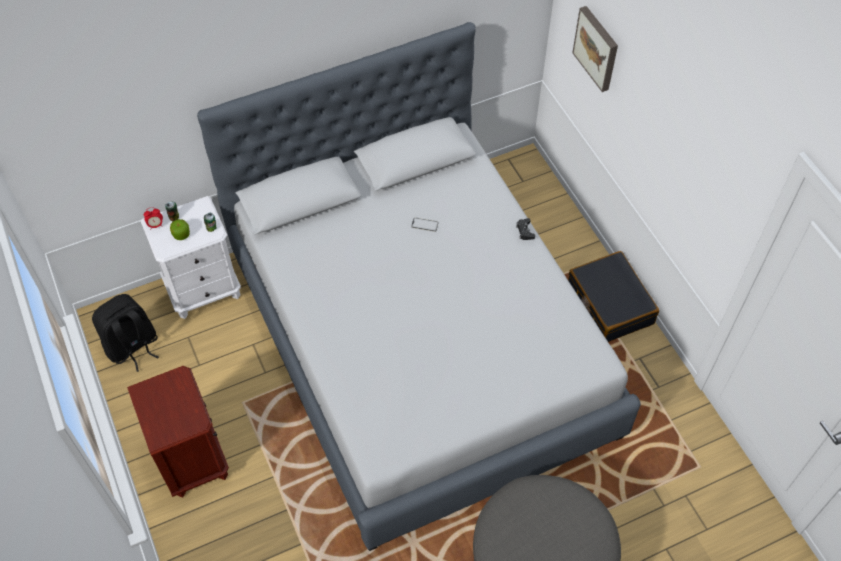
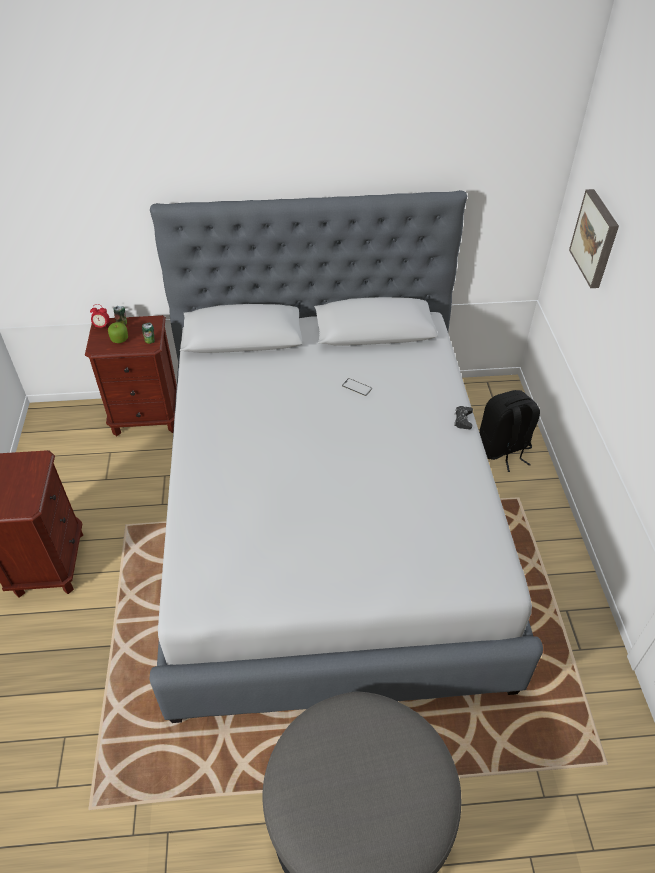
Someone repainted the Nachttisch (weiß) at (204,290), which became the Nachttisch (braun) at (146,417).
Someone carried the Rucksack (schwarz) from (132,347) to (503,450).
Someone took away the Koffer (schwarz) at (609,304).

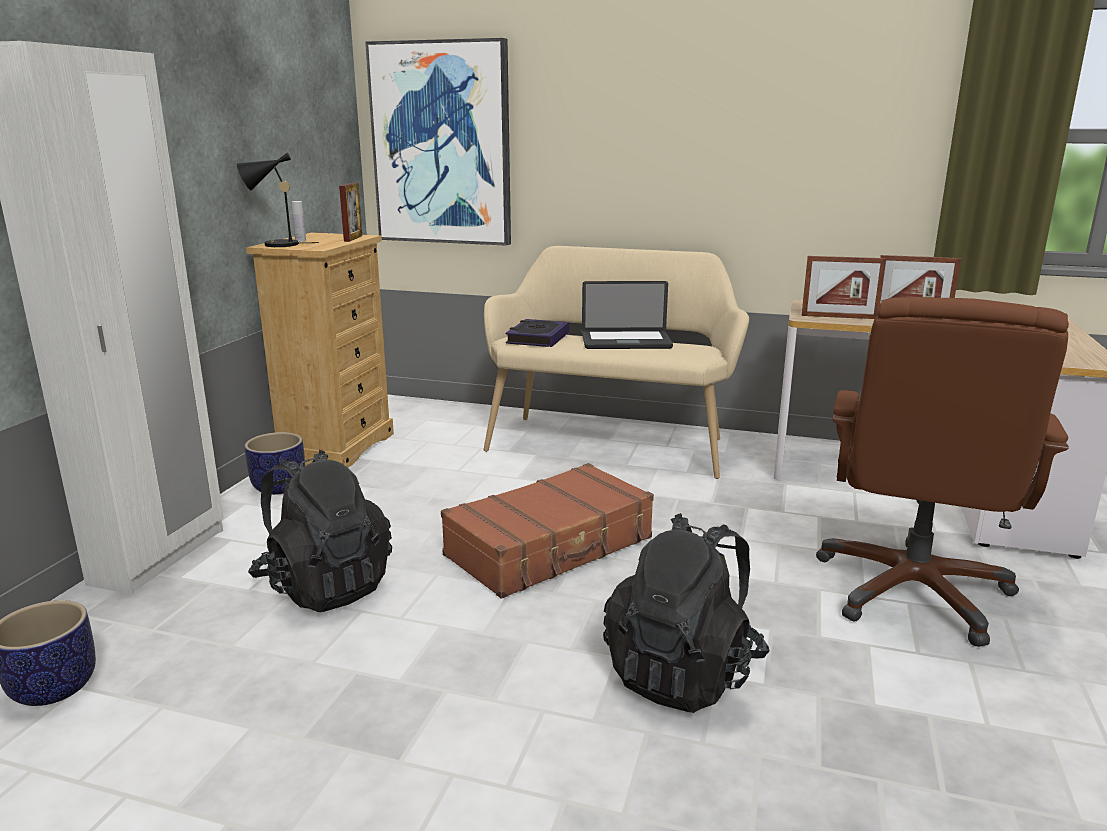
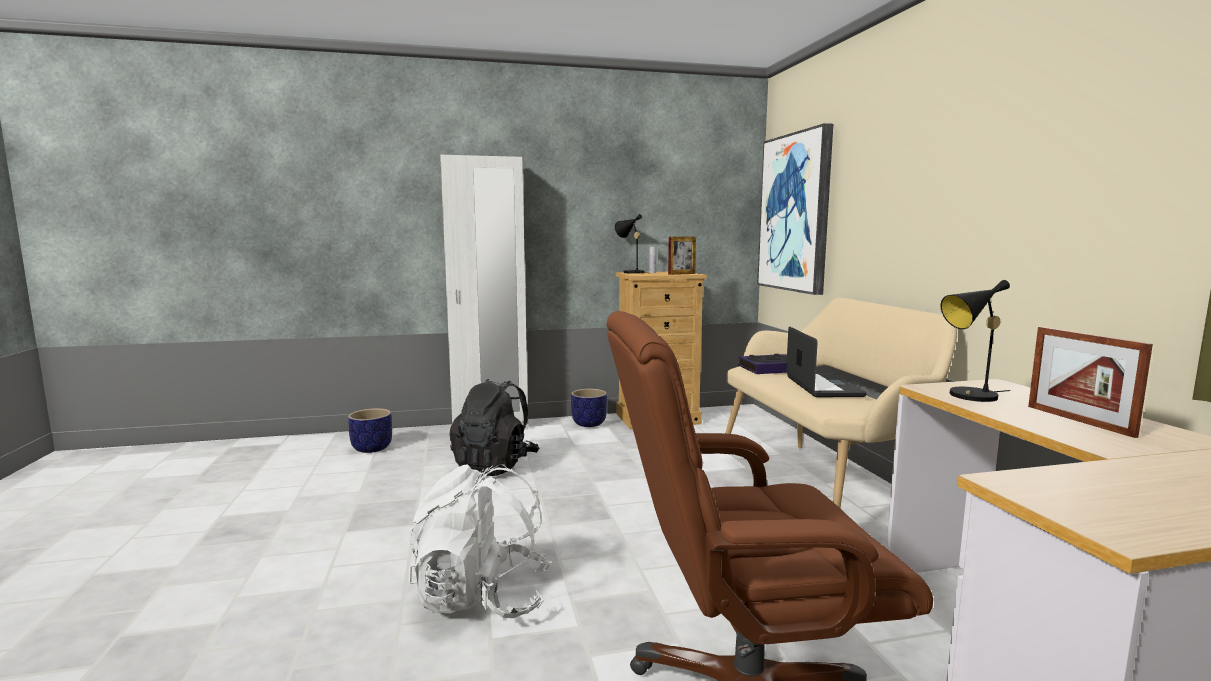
Someone repainted the Rucksack (schwarz) at (683,673), which became the Rucksack (weiß) at (482,598).
Someone rotated the Laptop at (626,342) by 150 degrees counterclockwise.
Someone swapped the Bilderrahmen at (839,317) for the Tischlampe (schwarz) at (969,397).
Someone took away the Koffer (braun) at (551,547).

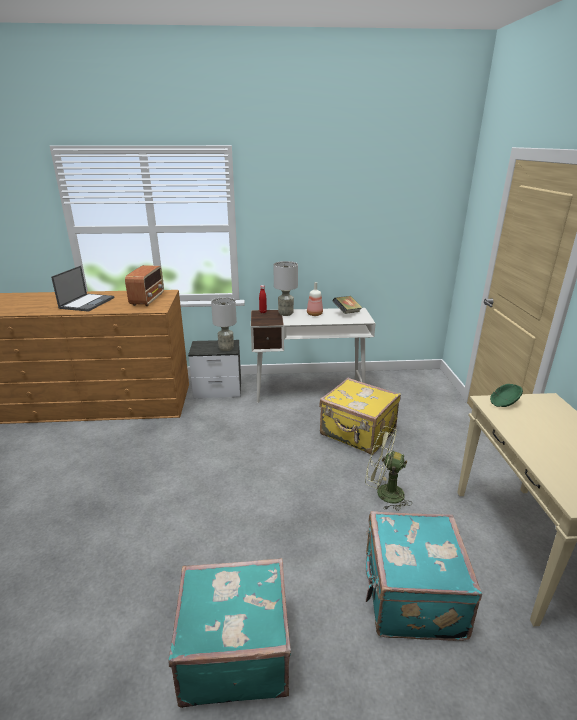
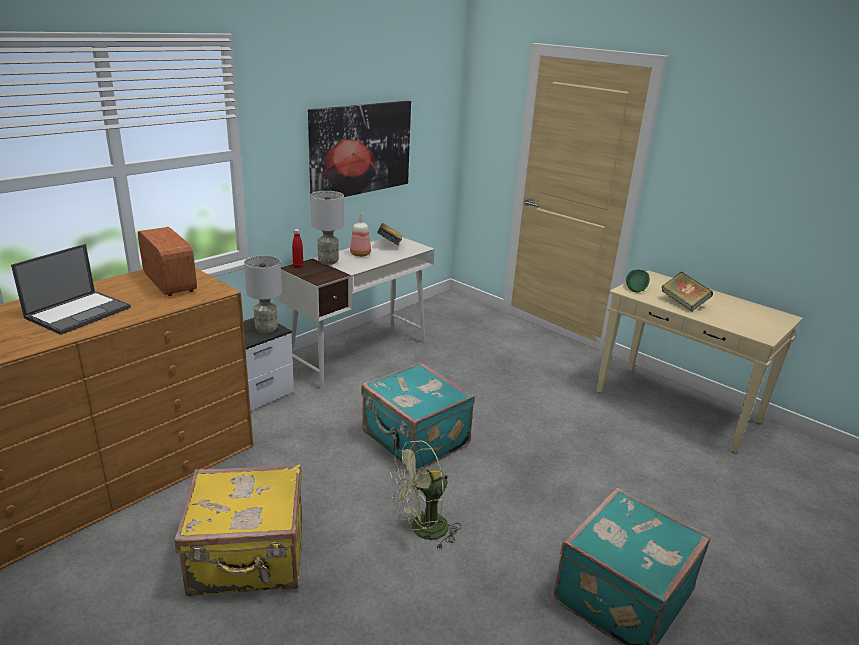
Someone rotated the Laptop at (87,302) by 60 degrees clockwise.
Someone carried the Koffer (gelb) from (357,433) to (249,559).
Someone put up the Bild at (360,149).
Someone carried the Koffer (türkis) from (410,596) to (414,440).
Someone carried the Ventilator (grün) from (383,493) to (422,530).
Someone put down the Buch at (683,303).

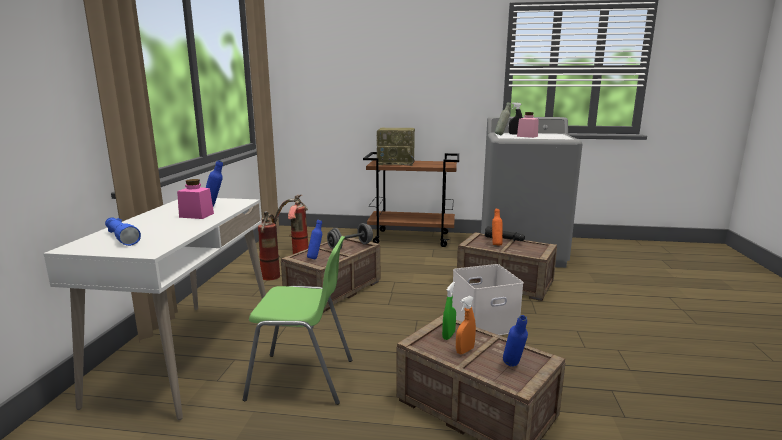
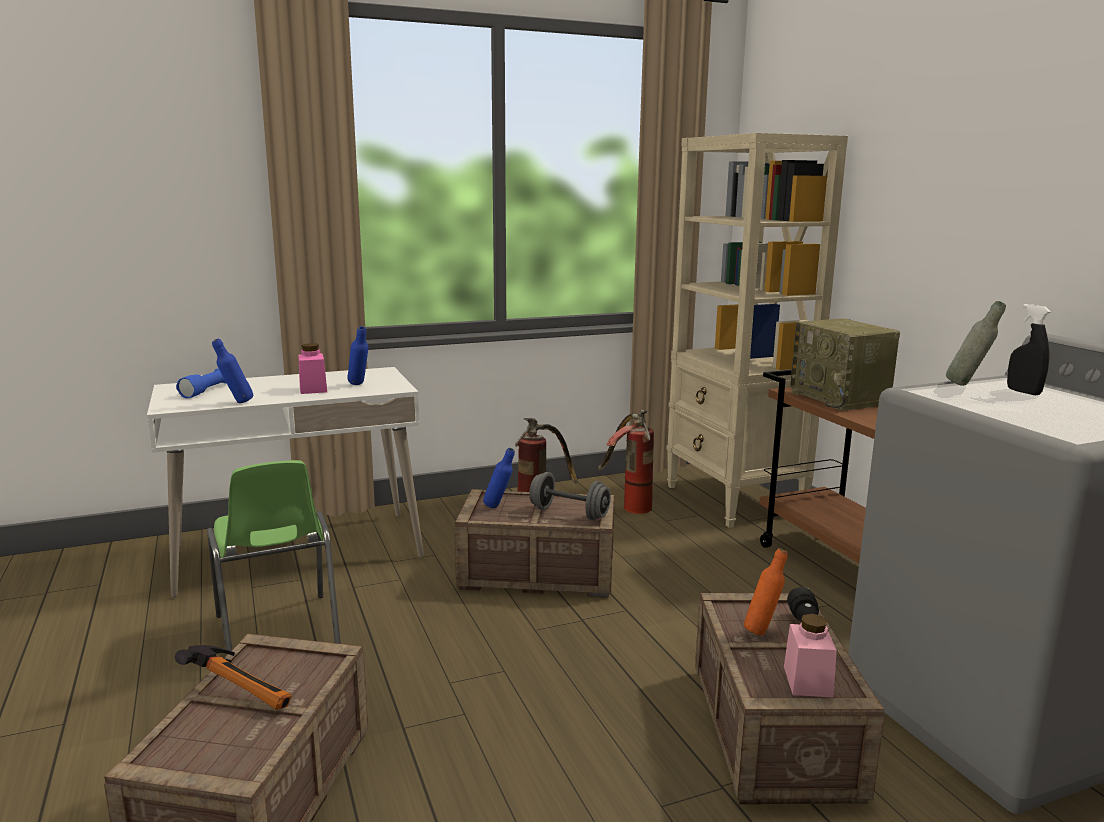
Someone swapped the Sprühflasche (orange) at (465,350) for the Hammer at (244,691).
Someone carried the Flasche (blau) from (513,368) to (236,403).
Someone put down the Bücherregal (beige) at (734,500).
Someone carried the Vorratsglas (rosa) from (527,136) to (807,681).
Someone took away the Sprühflasche (grün) at (448,335).
Someone took away the Aufbewahrungsbox (weiß) at (484,322).

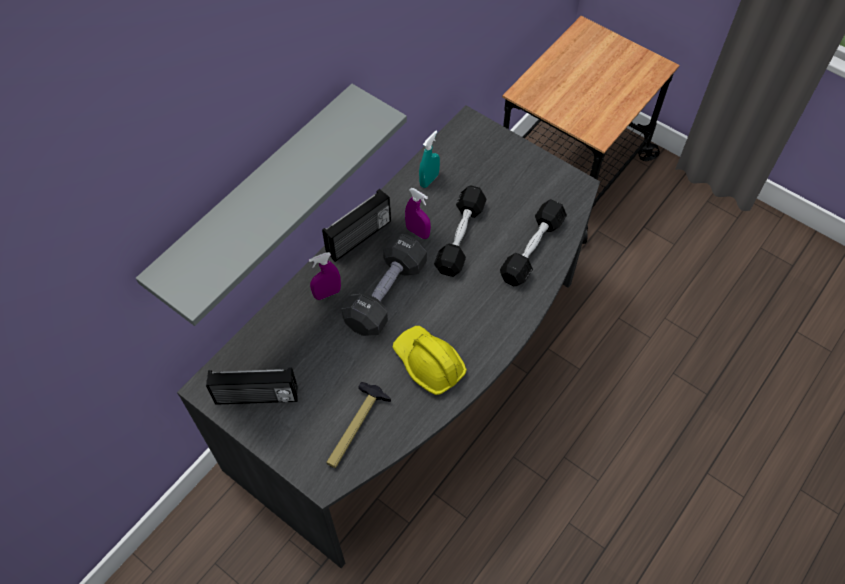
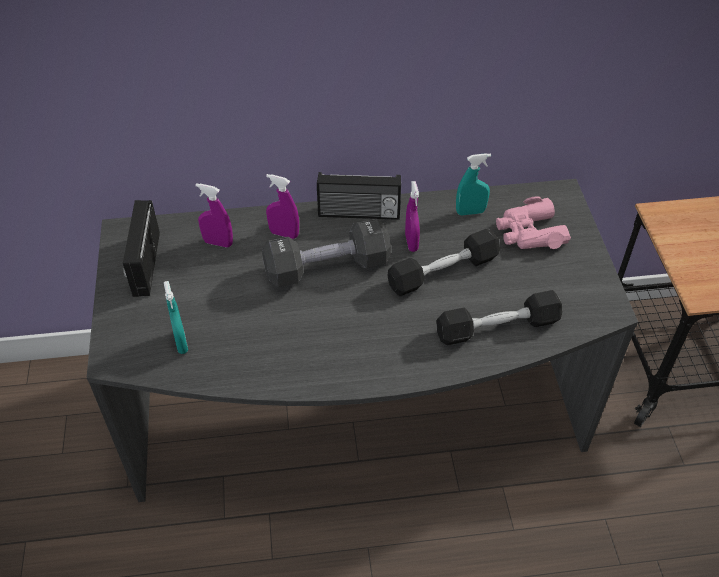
Someone rotated the Radio at (256,397) by 45 degrees clockwise.
Someone swapped the Hammer at (355,428) for the Sprühflasche (türkis) at (181,342).
Someone put down the Sprühflasche (lila) at (218,243).
Someone put down the Fernglas (rosa) at (529,233).
Someone took away the Wandregal (grau) at (257,197).
Someone took away the Schutzhelm (gelb) at (428,363).

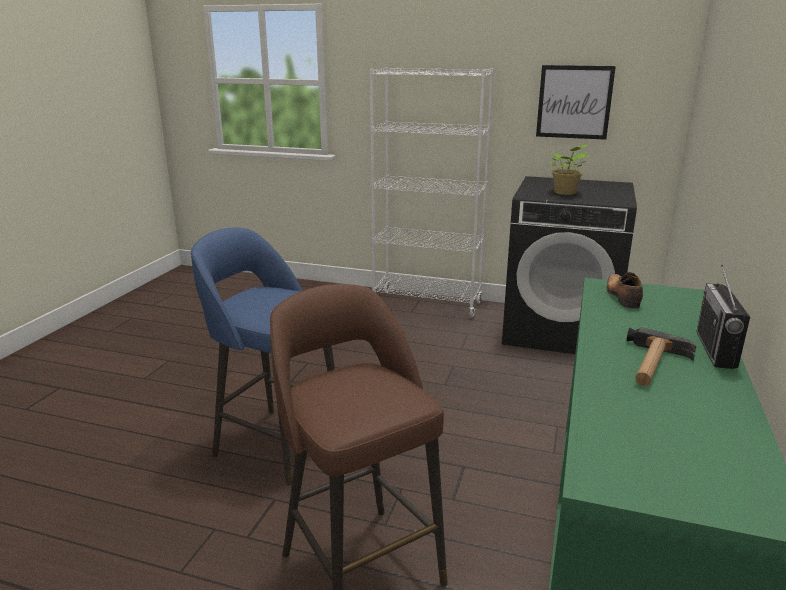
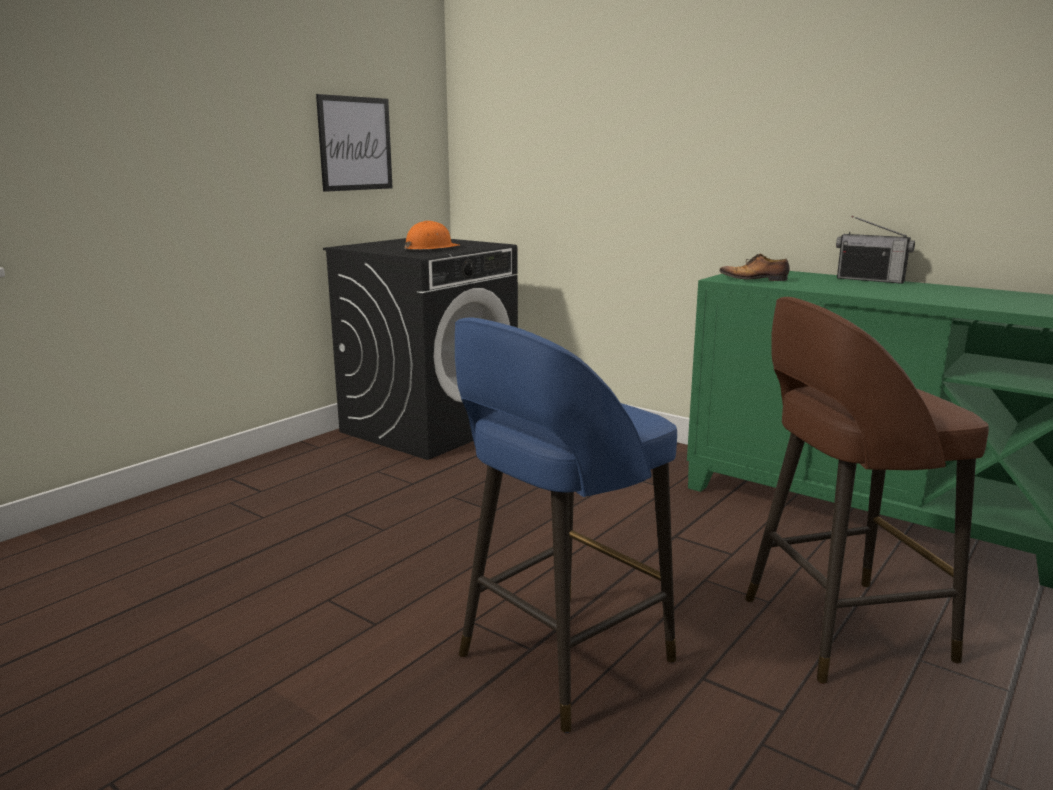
Someone swapped the Topfpflanze at (565,193) for the Schutzhelm (orange) at (430,248).
Someone took away the Bücherregal (weiß) at (427,304).
Someone took away the Hammer at (652,365).

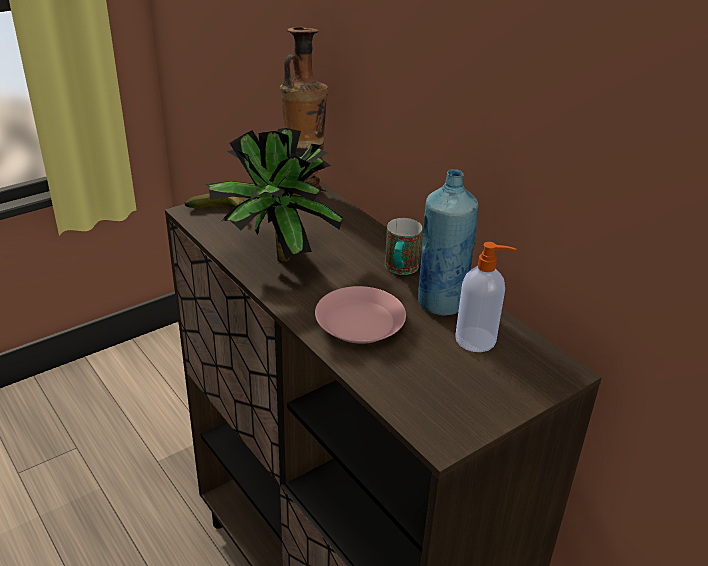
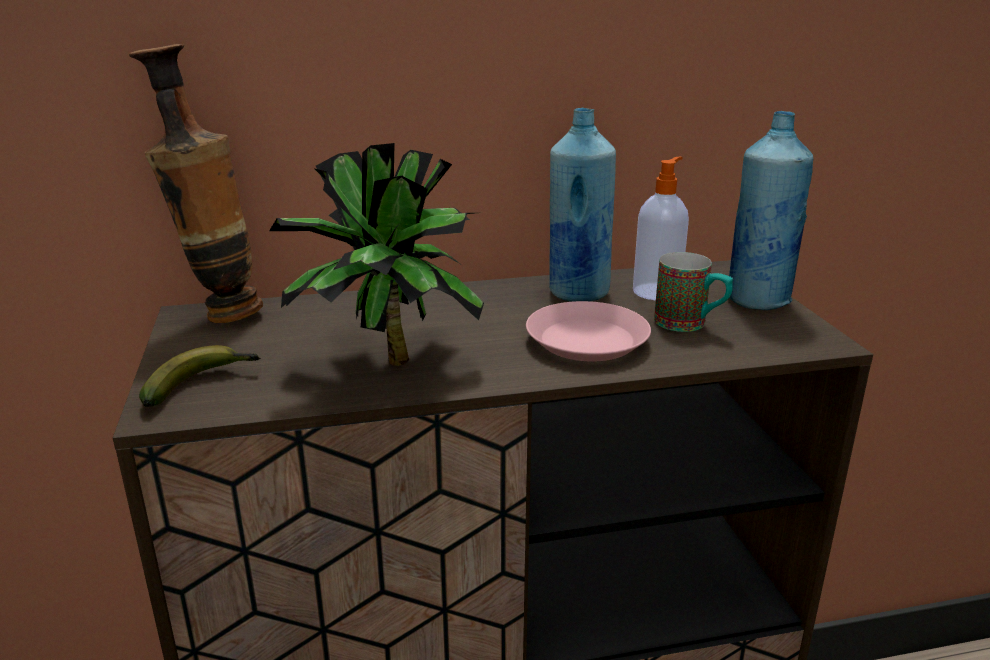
Someone carried the Henkelbecher from (400,270) to (690,325).
Someone put down the Flasche (blau) at (758,300).

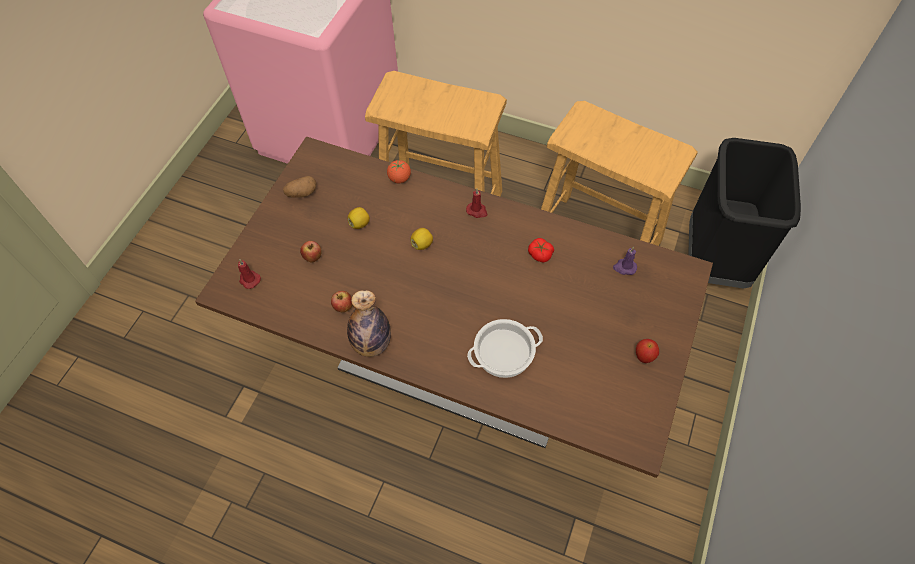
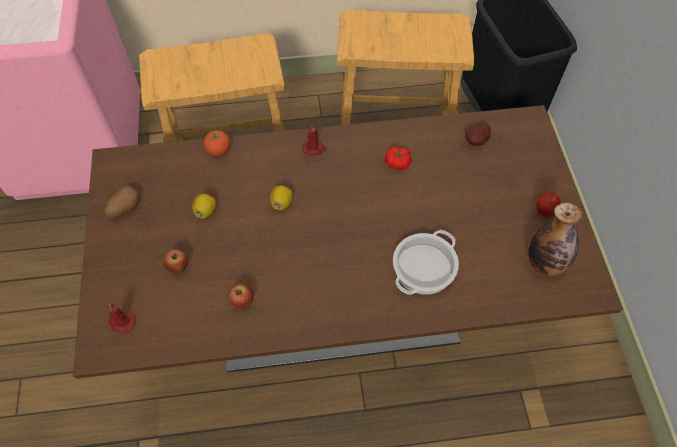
Someone swapped the Kerze (lila) at (624,267) for the Kartoffel at (477,141).
Someone carried the Flasche from (371,344) to (545,262).

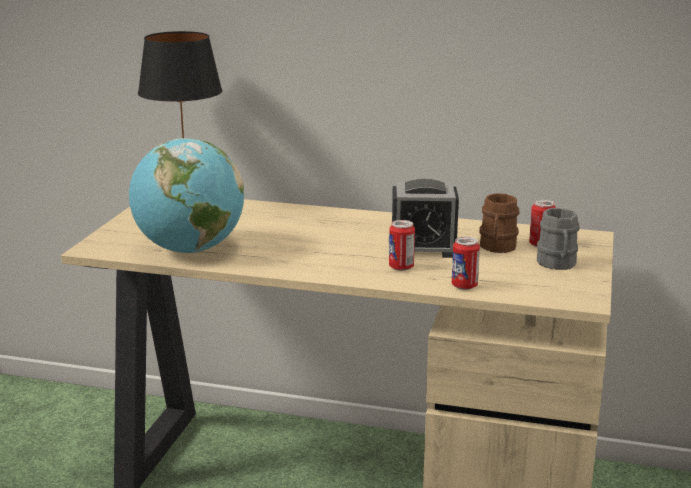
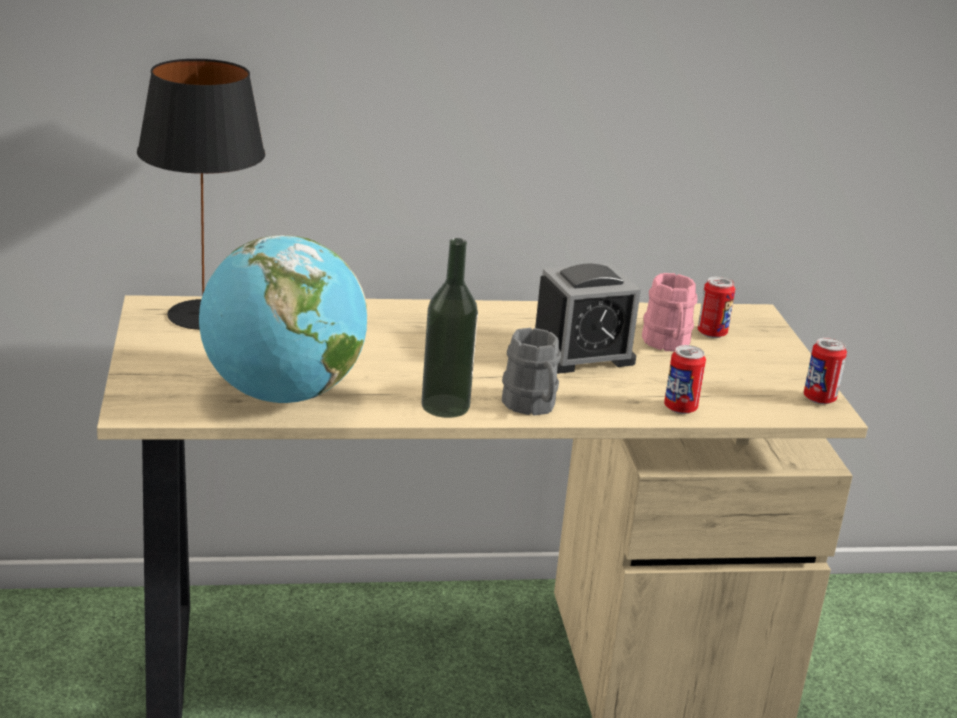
Someone put down the Flasche at (445,406).
Someone carried the Henkelbecher (grau) from (557,264) to (532,406).
Someone repainted the Henkelbecher (braun) at (497,248), which became the Henkelbecher (rosa) at (667,344).
Someone carried the Dose from (401,267) to (819,399).

